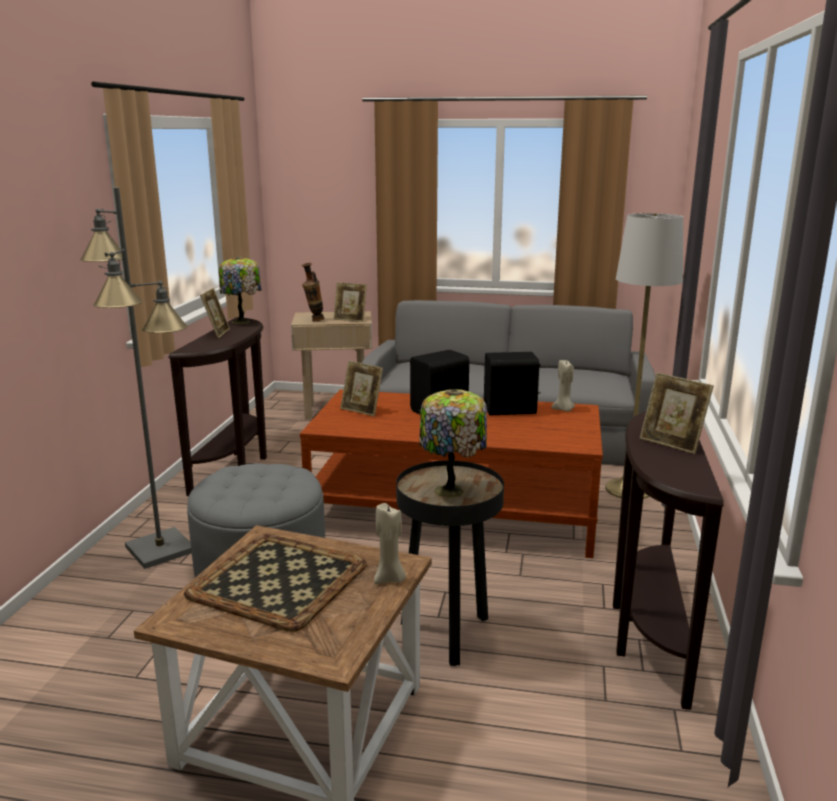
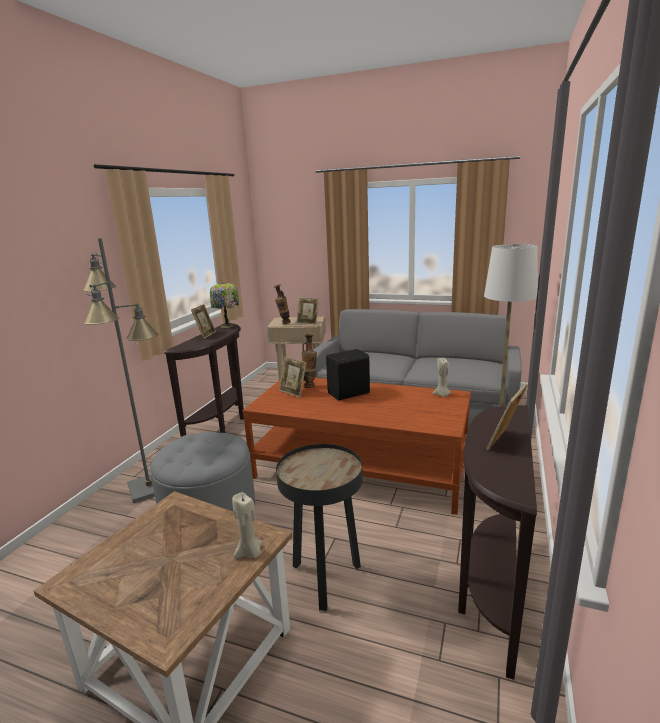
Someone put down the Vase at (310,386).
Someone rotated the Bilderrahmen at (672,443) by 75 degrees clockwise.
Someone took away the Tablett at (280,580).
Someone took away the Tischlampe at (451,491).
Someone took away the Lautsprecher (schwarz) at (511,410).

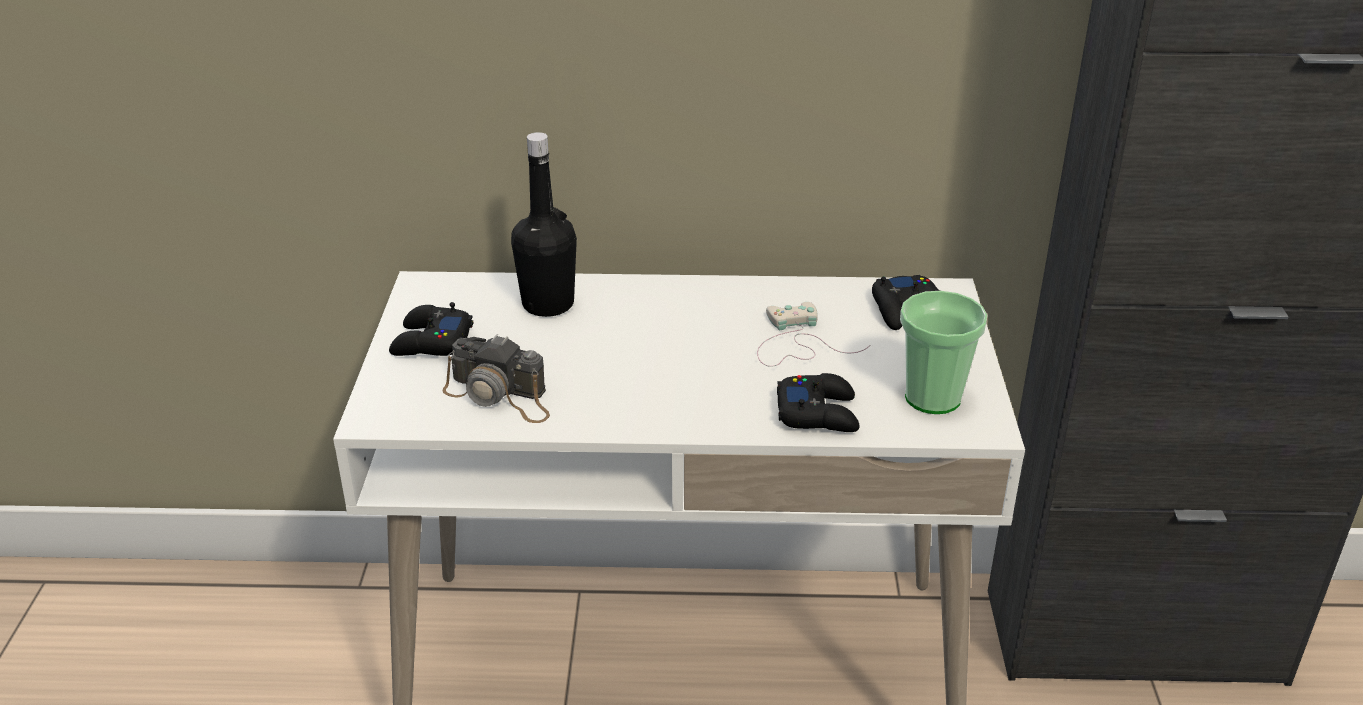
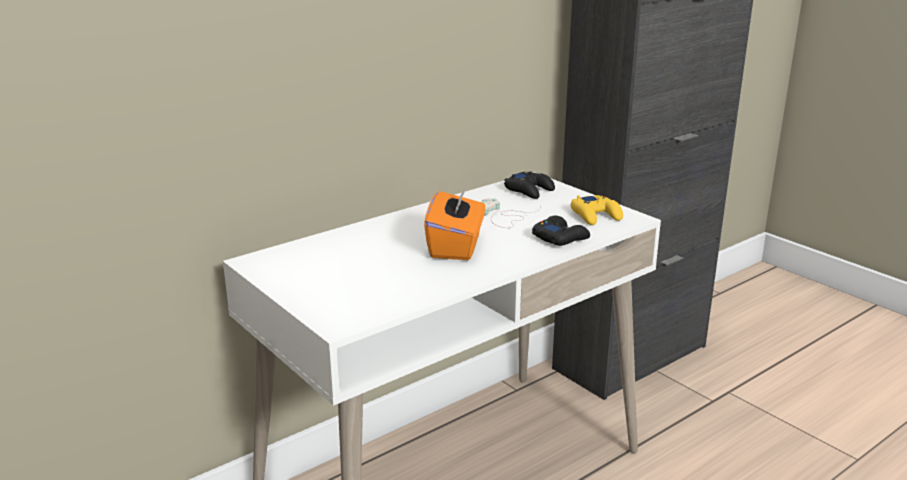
Someone put down the Taschentuchbox (orange) at (456,246).
Someone swapped the Tasse at (932,398) for the Gamepad (gelb) at (596,216).
Someone took away the Gamepad (schwarz) at (431,342).
Someone took away the Kamera at (500,396).
Someone took away the Flasche (schwarz) at (548,304).

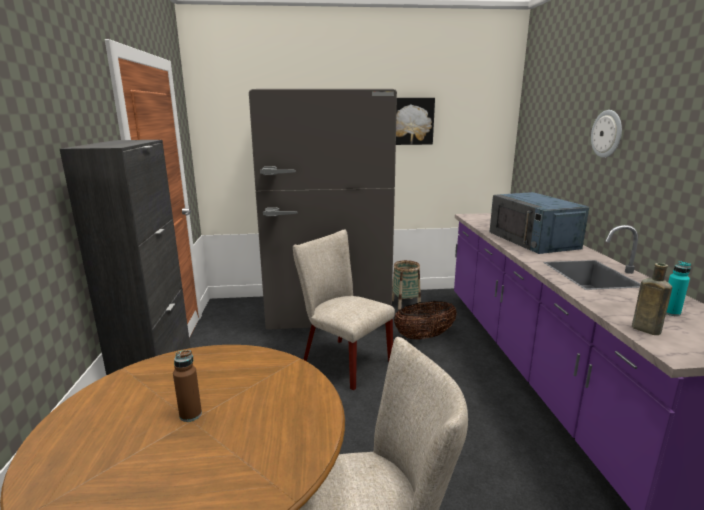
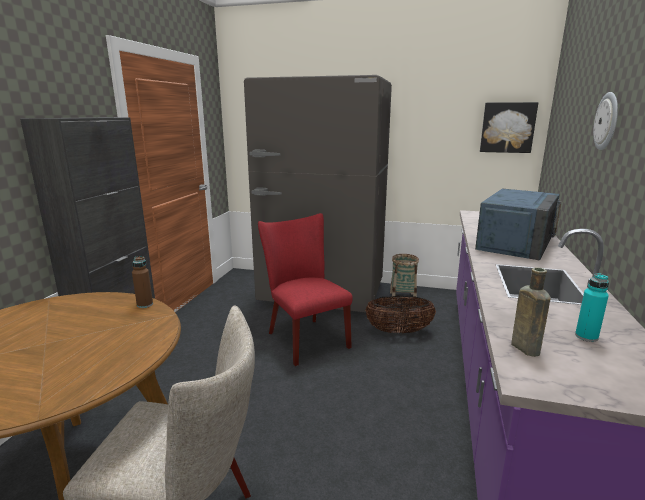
Someone carried the Flasche (braun) from (190,415) to (145,305).
Someone repainted the Stuhl (beige) at (342,360), which became the Stuhl (rot) at (304,338).
Someone rotated the Mikrowelle (blau) at (533,240) by 150 degrees counterclockwise.
Someone carried the Bild from (410,121) to (507,127).

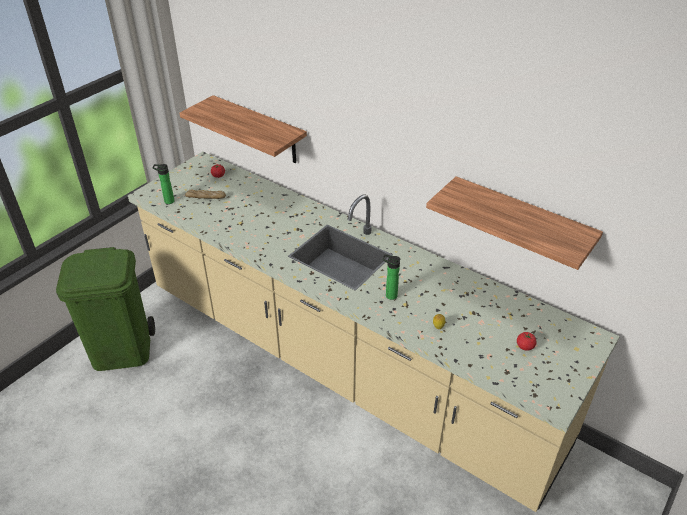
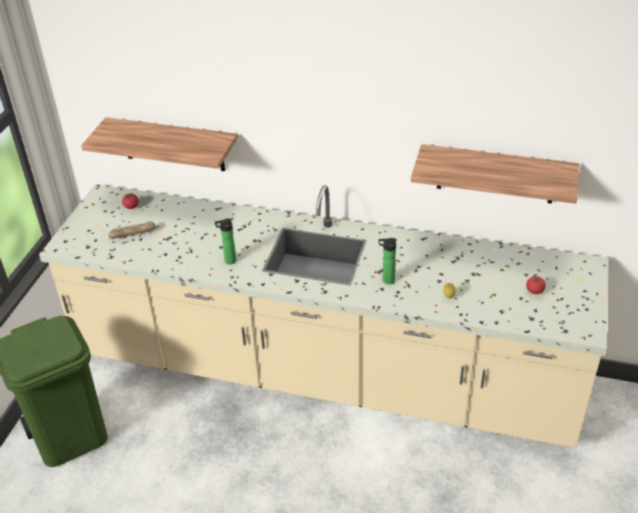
Someone carried the Flasche from (167,201) to (228,261).

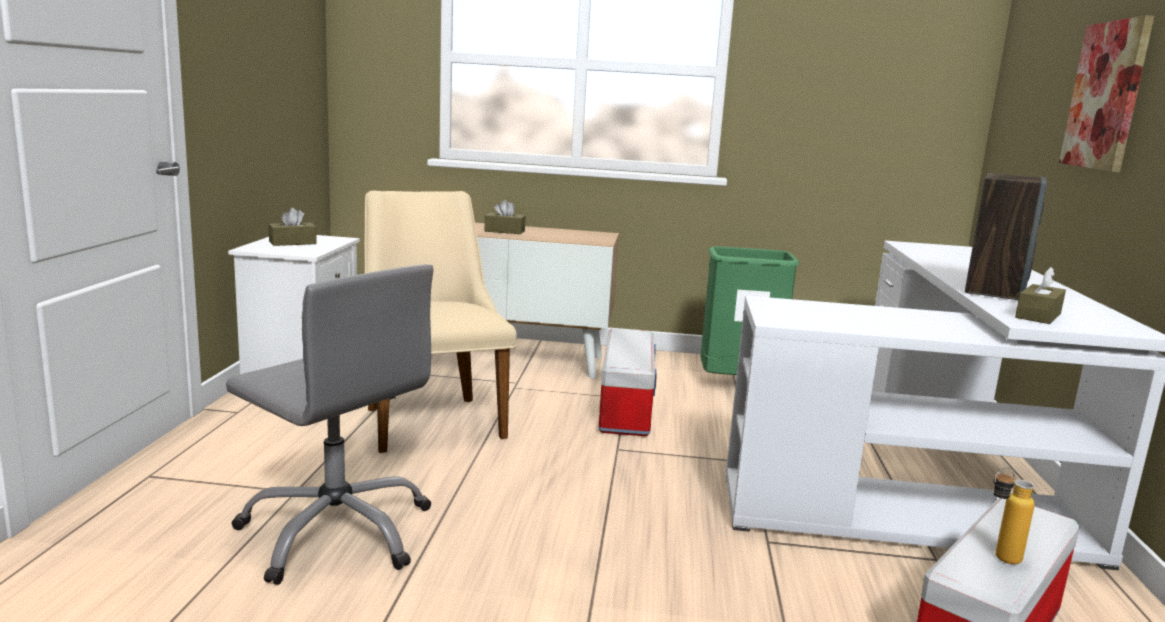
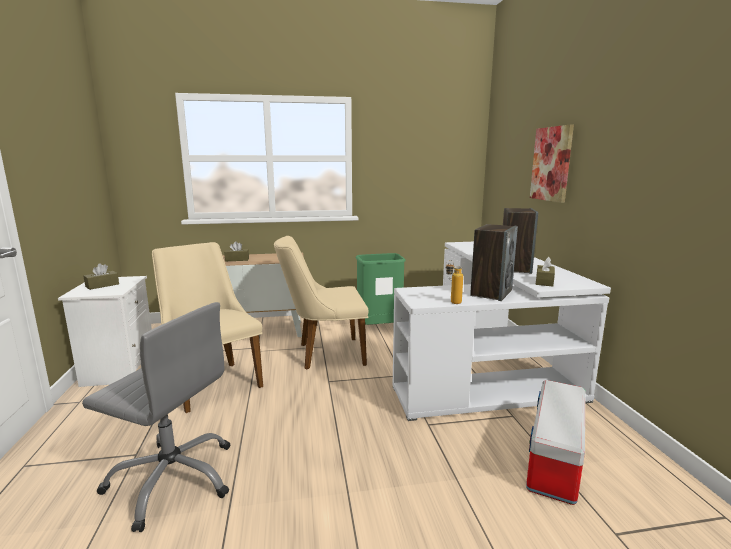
Someone swapped the Aufbewahrungsbox at (624,409) for the Stuhl (beige) at (324,354).
Someone carried the Flasche from (999,559) to (452,303).
Someone put down the Lautsprecher at (491,293).

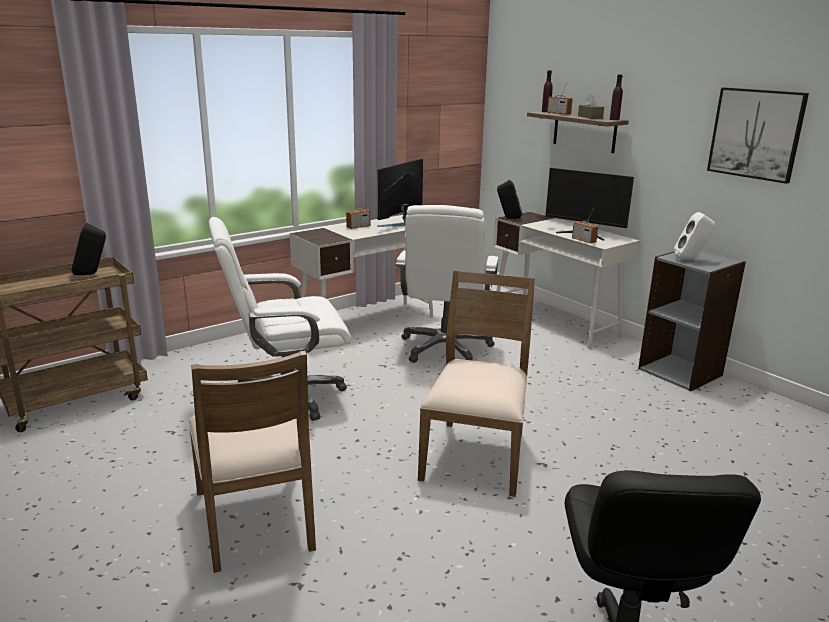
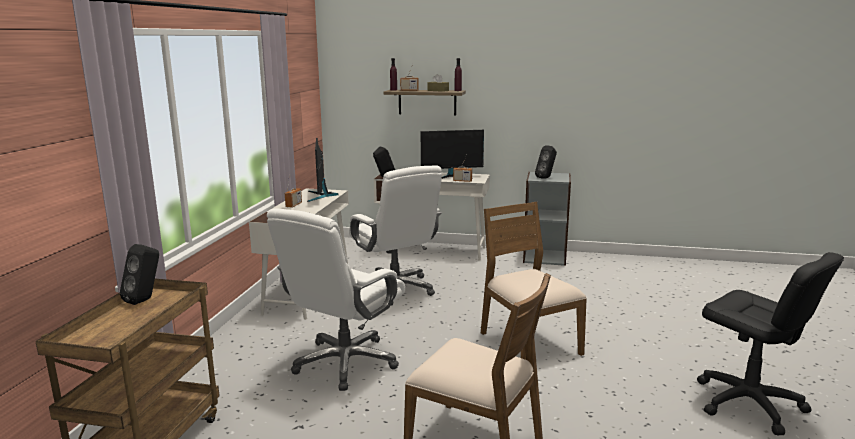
Someone repainted the Lautsprecher (weiß) at (691,260), which became the Lautsprecher (schwarz) at (546,178).
Someone took away the Bild at (756,134).

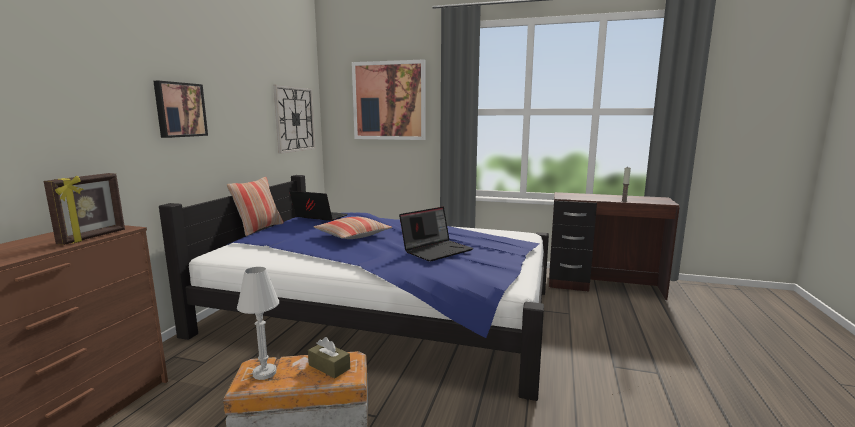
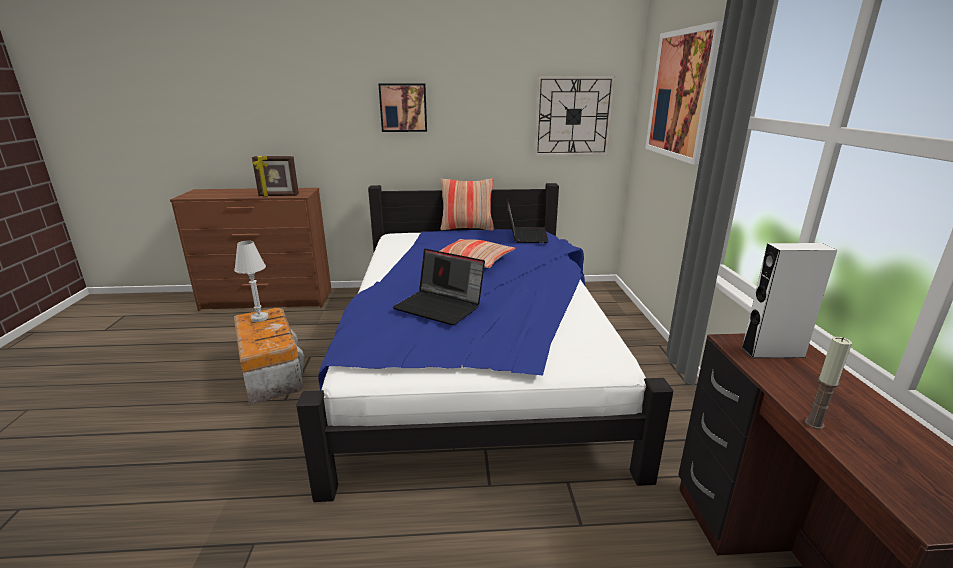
Someone put down the Lautsprecher (weiß) at (772,352).
Someone took away the Taschentuchbox (braun) at (329,367).

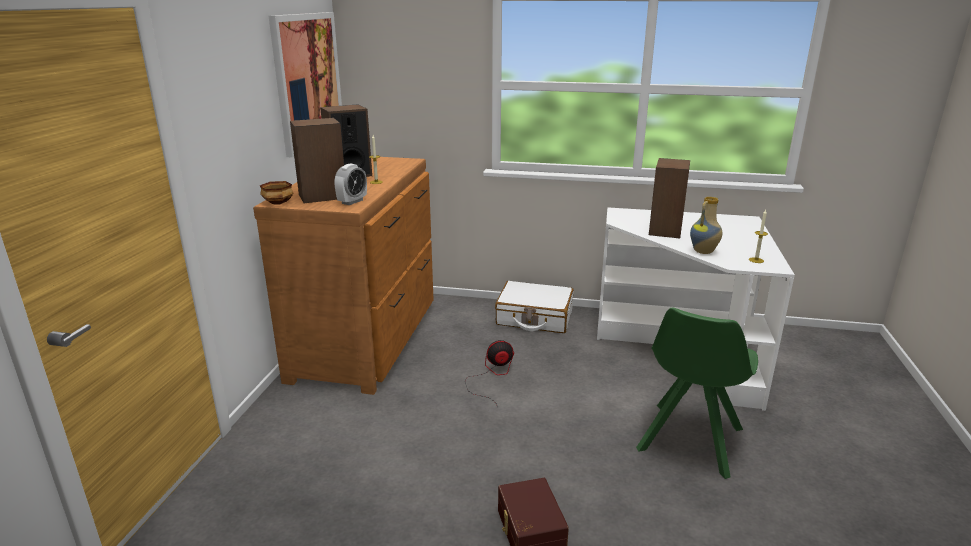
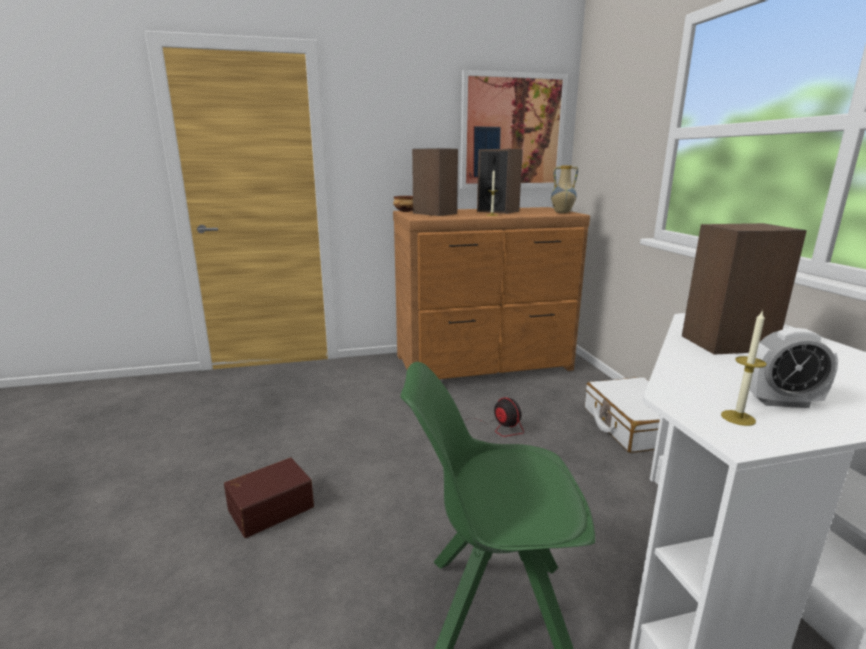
Someone carried the Vase from (704,252) to (562,212).
Someone carried the Wecker from (352,201) to (781,402).

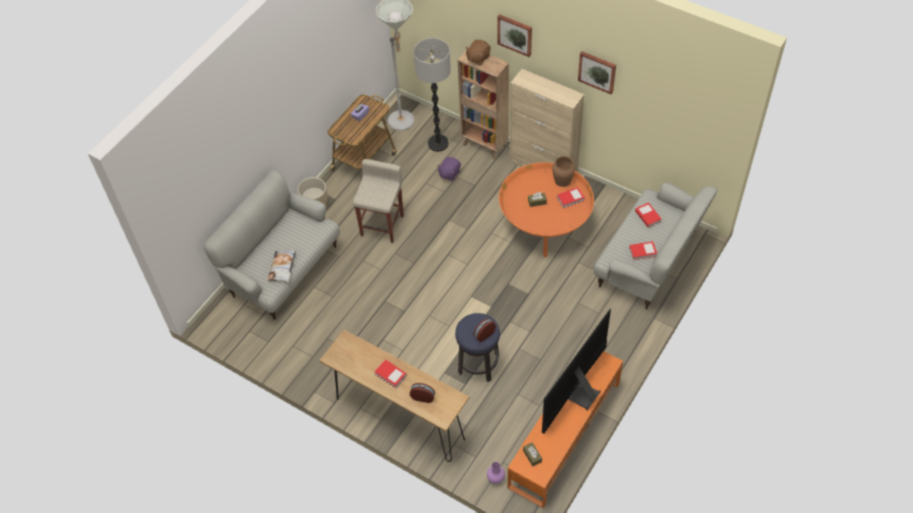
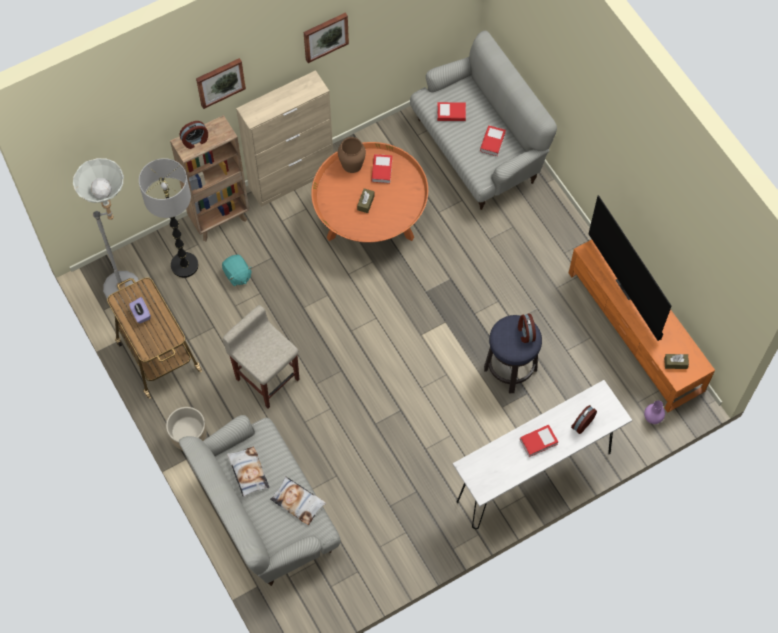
Someone swapped the Plüschtier (braun) at (478,58) for the Wecker at (195,141).
Someone repainted the Plüschtier (lila) at (449,173), which became the Plüschtier (türkis) at (237,275).
Someone put down the Kissen at (248,472).
Someone repainted the Konsolentisch (braun) at (399,418), which became the Konsolentisch (weiß) at (534,476).

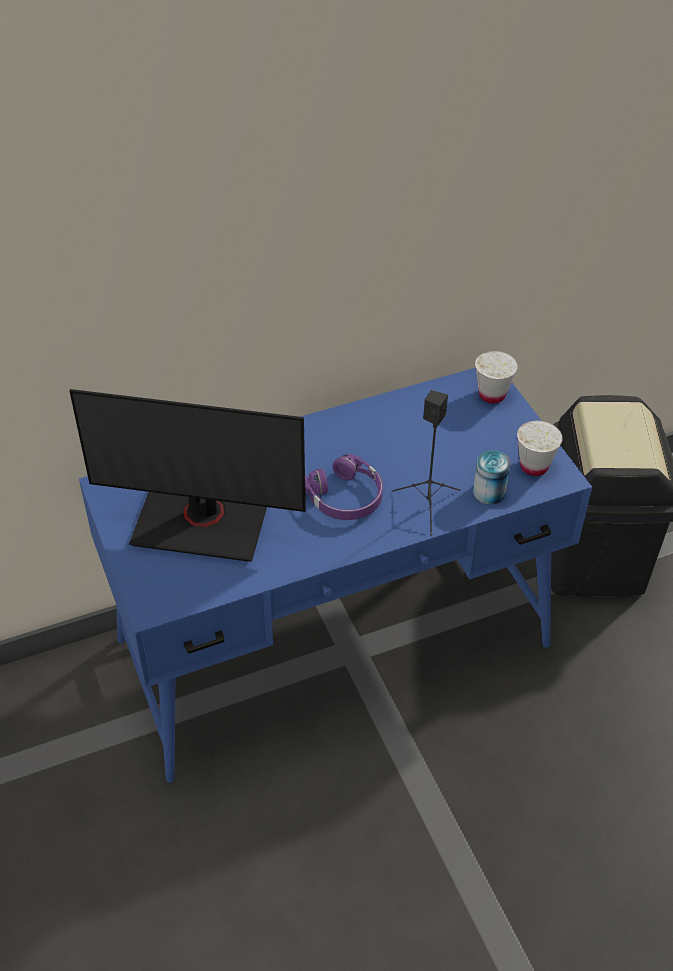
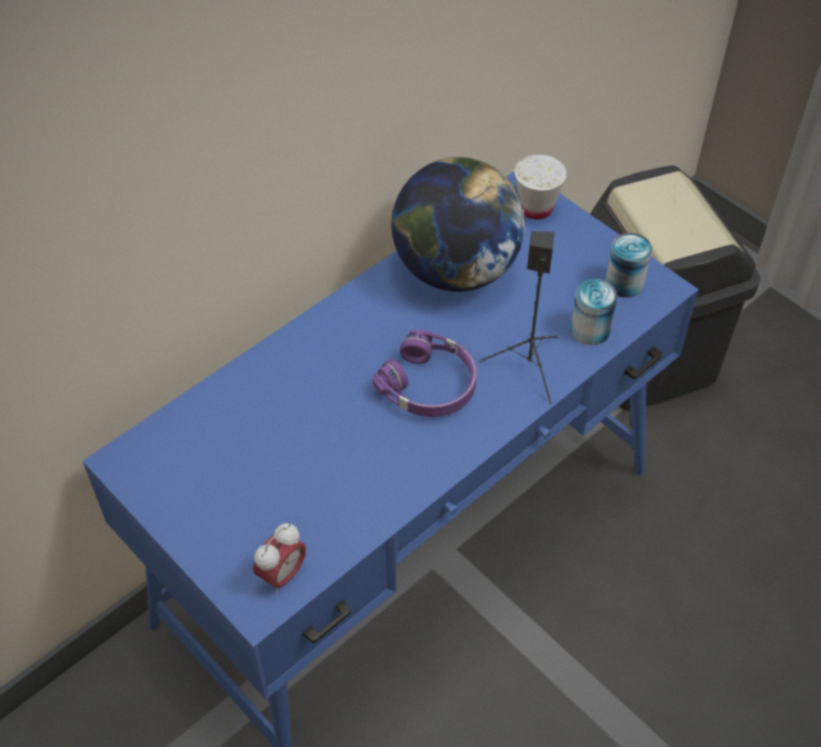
Someone put down the Wecker at (282,575).
Someone put down the Globus at (455,270).
Someone swapped the Tasse (weiß) at (534,466) for the Dose at (624,283).
Someone took away the Monitor at (201,522).

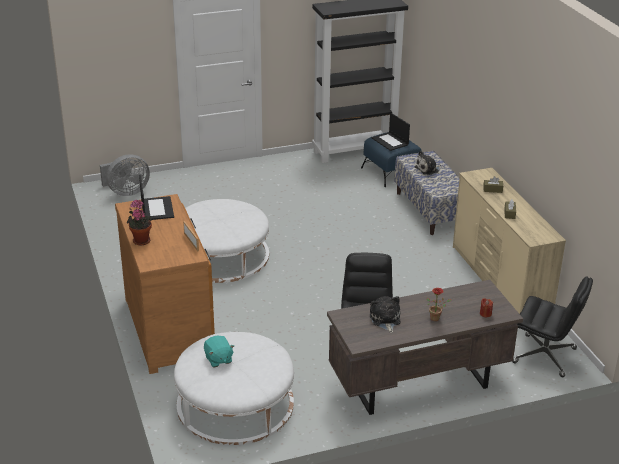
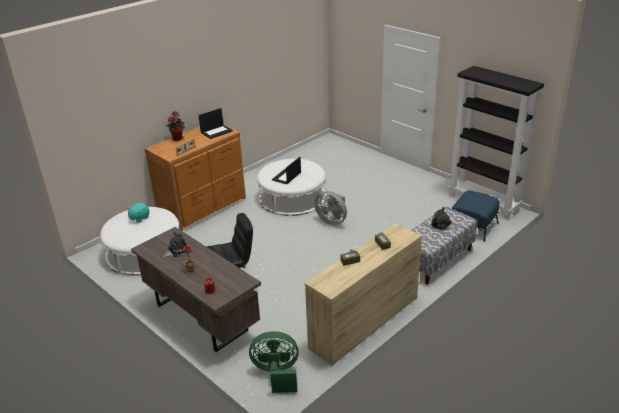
Someone swapped the Bürostuhl (schwarz) at (545,356) for the Ventilator (grün) at (277,374).
Someone carried the Laptop from (390,141) to (286,177).
Someone carried the Ventilator (grau) from (126,192) to (332,220).

